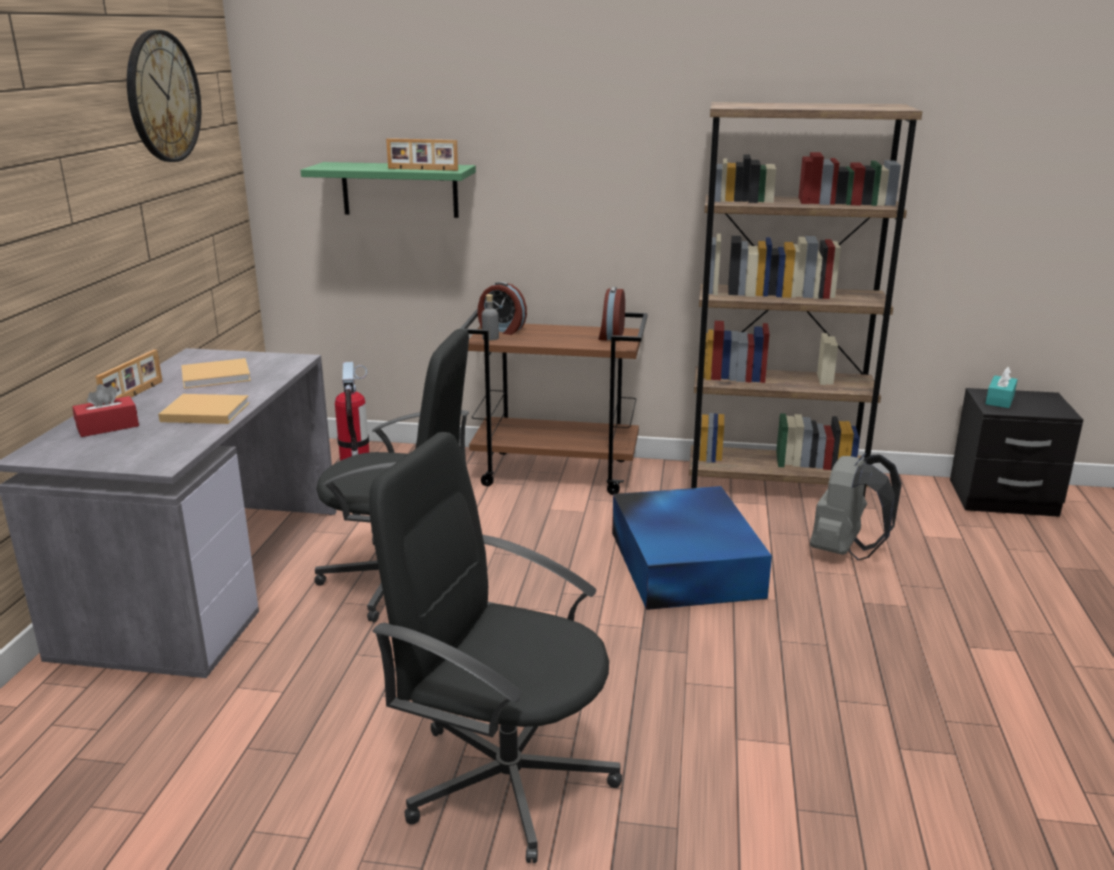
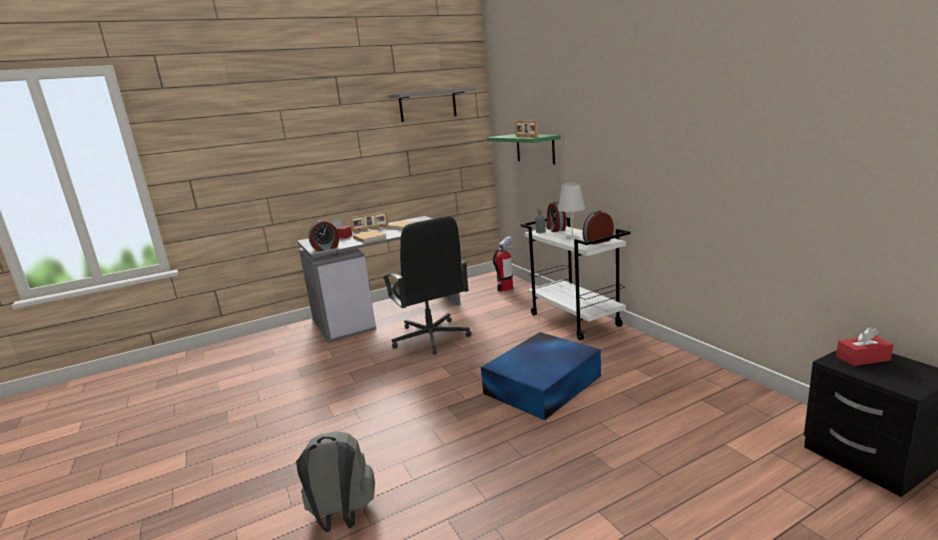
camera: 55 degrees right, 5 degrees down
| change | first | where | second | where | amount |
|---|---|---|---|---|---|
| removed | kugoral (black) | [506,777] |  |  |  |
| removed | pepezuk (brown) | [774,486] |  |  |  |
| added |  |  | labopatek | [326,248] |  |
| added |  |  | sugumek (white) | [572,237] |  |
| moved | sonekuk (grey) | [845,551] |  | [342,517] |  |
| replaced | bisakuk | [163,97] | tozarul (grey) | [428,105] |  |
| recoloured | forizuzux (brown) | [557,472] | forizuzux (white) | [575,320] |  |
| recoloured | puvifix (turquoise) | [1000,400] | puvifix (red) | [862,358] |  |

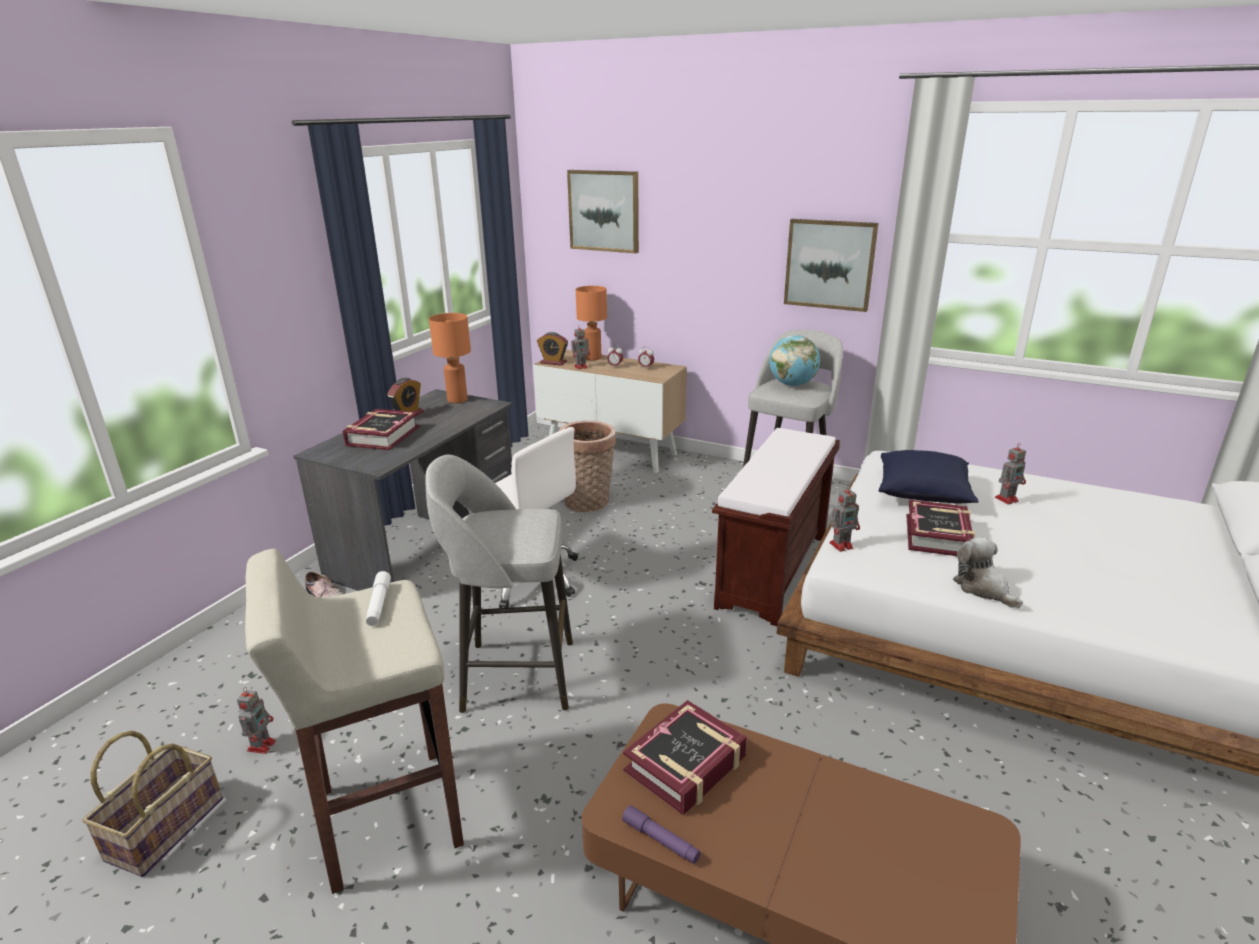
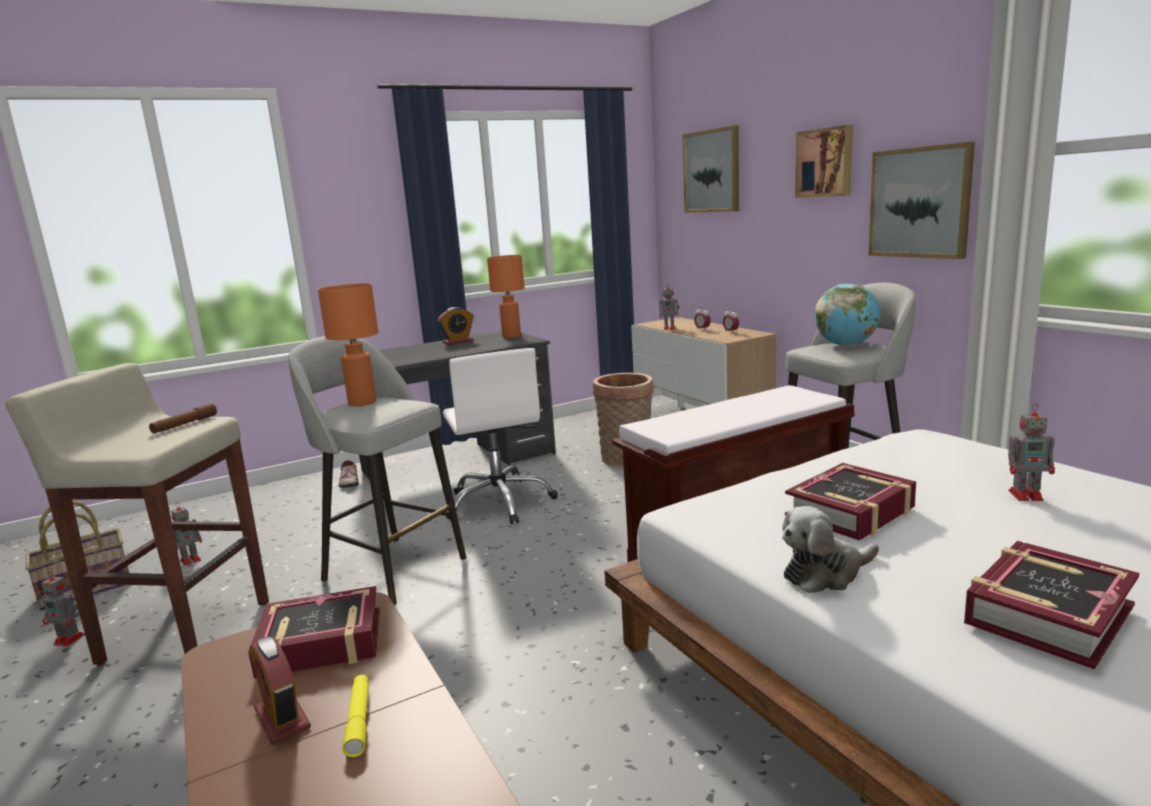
camera: 35 degrees right, 10 degrees down
| change | first | where | second | where | amount |
|---|---|---|---|---|---|
| removed | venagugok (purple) | [660,840] |  |  |  |
| removed | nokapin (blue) | [923,494] |  |  |  |
| added |  |  | venagugok (yellow) | [359,720] |  |
| added |  |  | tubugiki | [825,162] |  |
| moved | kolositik | [382,436] |  | [1047,614] |  |
| moved | labopatek | [553,362] |  | [282,719] |  |
| moved | sugumek (orange) | [592,358] |  | [362,402] |  |
| moved | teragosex | [842,545] |  | [70,639] |  |
| recoloured | venagugok (white) | [379,604] | venagugok (brown) | [185,424] |  |
| turned | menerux | [983,588] |  | [825,573] | 120 degrees counterclockwise |

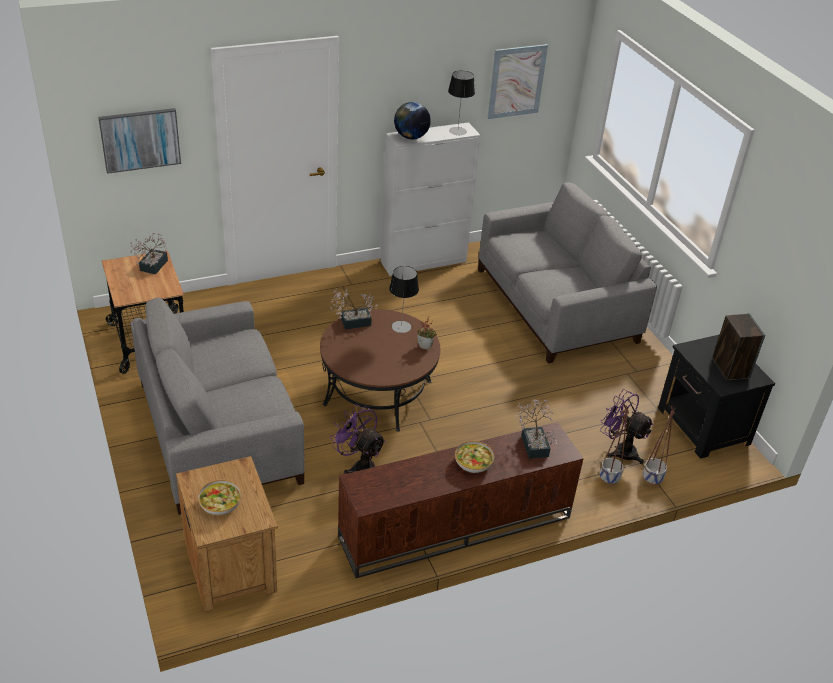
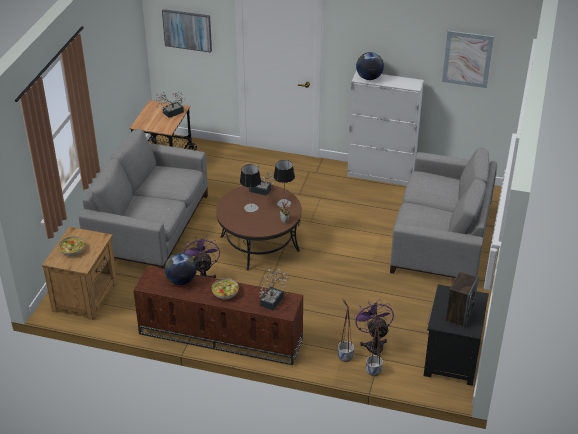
camera: 40 degrees right, 0 degrees up
| change | first | where | second | where | amount |
|---|---|---|---|---|---|
| added |  |  | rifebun | [181,280] |  |
| moved | sugumek | [457,131] |  | [251,208] |  |

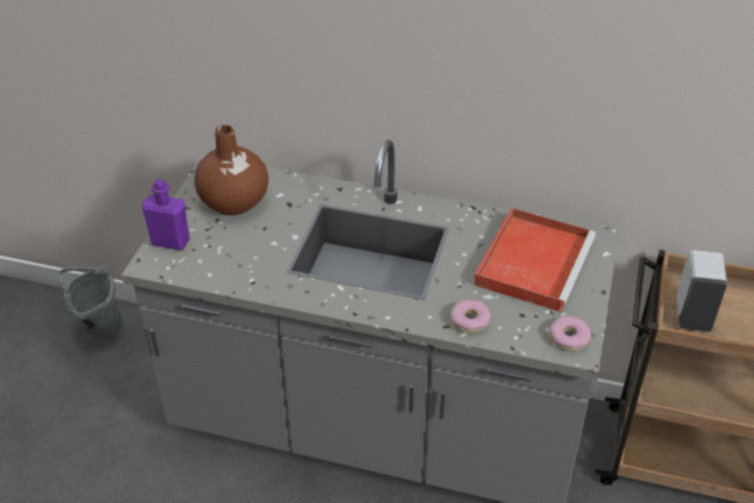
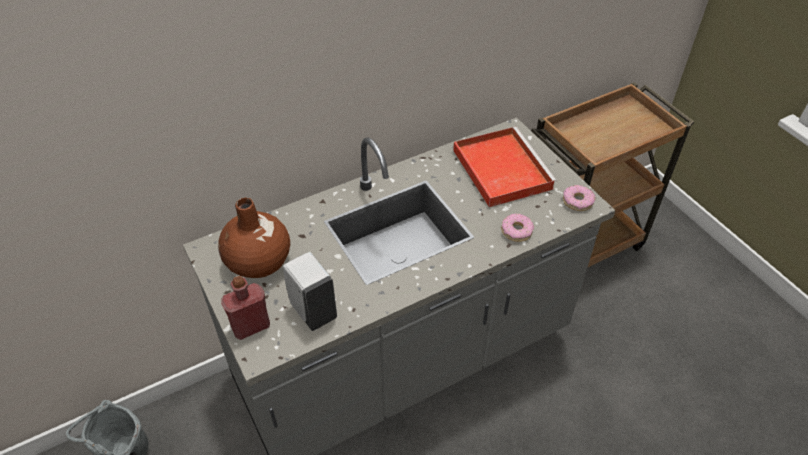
camera: 45 degrees left, 5 degrees up
| change | first | where | second | where | amount |
|---|---|---|---|---|---|
| moved | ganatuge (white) | [692,314] |  | [312,310] |  |
| recoloured | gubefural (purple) | [170,242] | gubefural (red) | [251,326] |  |

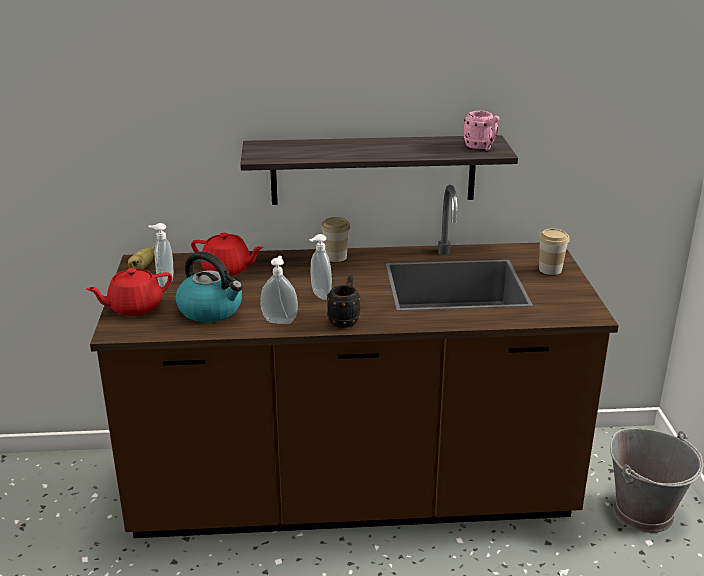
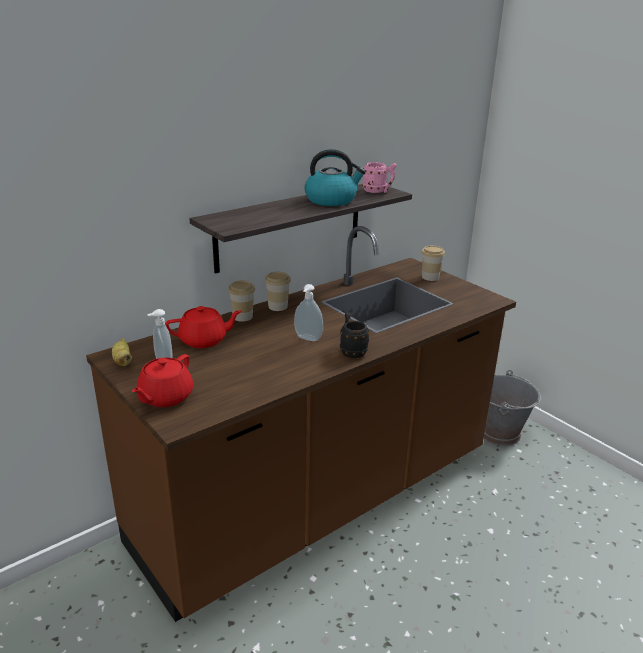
camera: 35 degrees left, 0 degrees up
| change | first | where | second | where | amount |
|---|---|---|---|---|---|
| removed | ganatuge | [280,320] |  |  |  |
| added |  |  | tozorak | [242,317] |  |
| moved | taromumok | [211,310] |  | [331,200] |  |

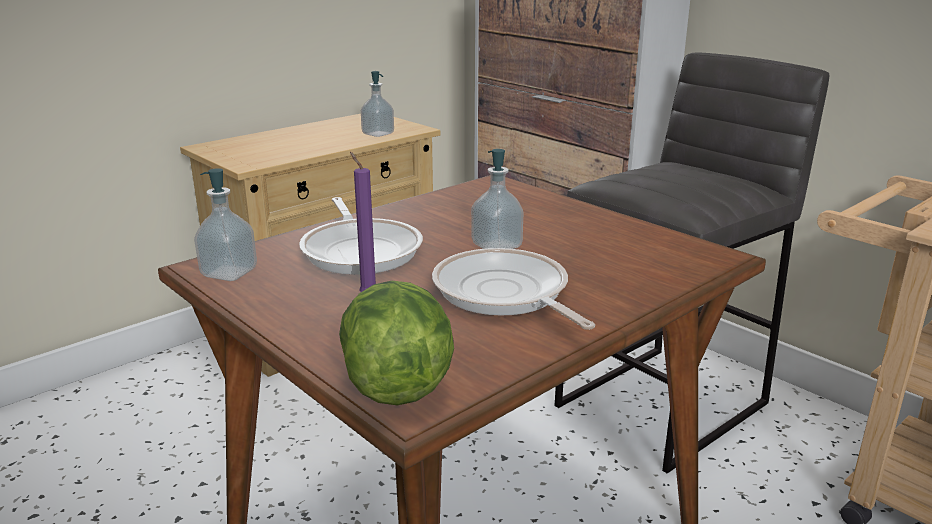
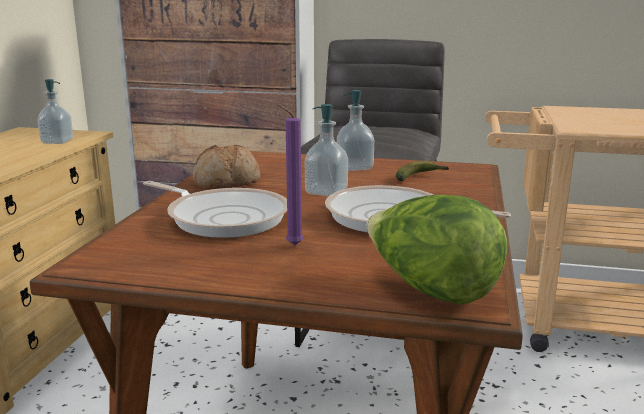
camera: 35 degrees left, 5 degrees down
| change | first | where | second | where | amount |
|---|---|---|---|---|---|
| added |  |  | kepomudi | [226,182] |  |
| added |  |  | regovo | [420,177] |  |
| moved | ganatuge | [229,273] |  | [354,167] |  |

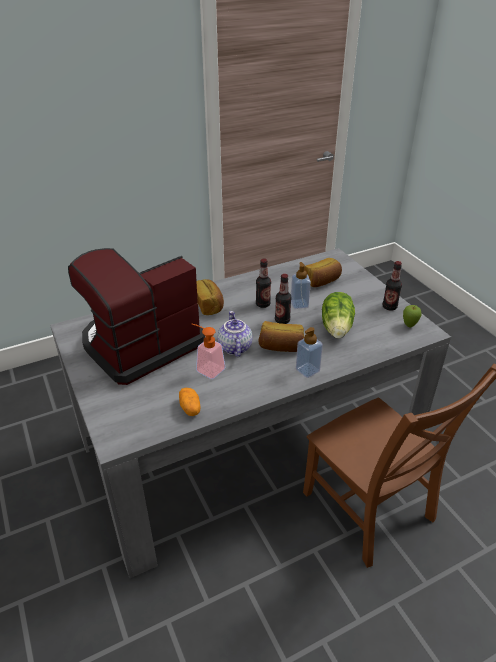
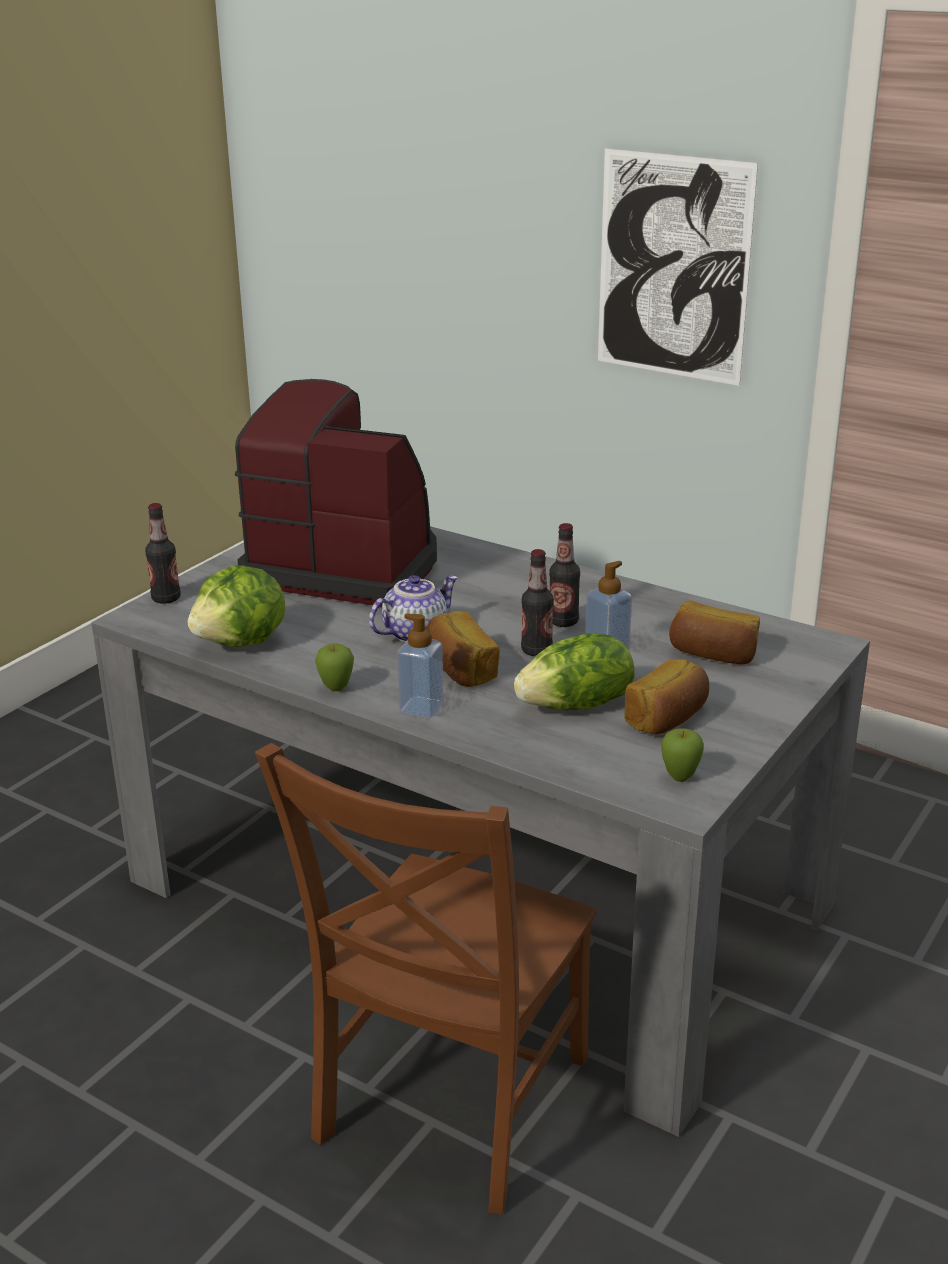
camera: 60 degrees right, 10 degrees down
| change | first | where | second | where | amount |
|---|---|---|---|---|---|
| removed | ganatuge | [207,368] |  |  |  |
| added |  |  | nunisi | [336,689] |  |
| added |  |  | tubugiki | [673,267] |  |
| moved | kepomudi | [209,305] |  | [668,718] |  |
| moved | gubefural | [389,307] |  | [166,598] |  |
| replaced | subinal | [190,408] | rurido | [242,643] |  |

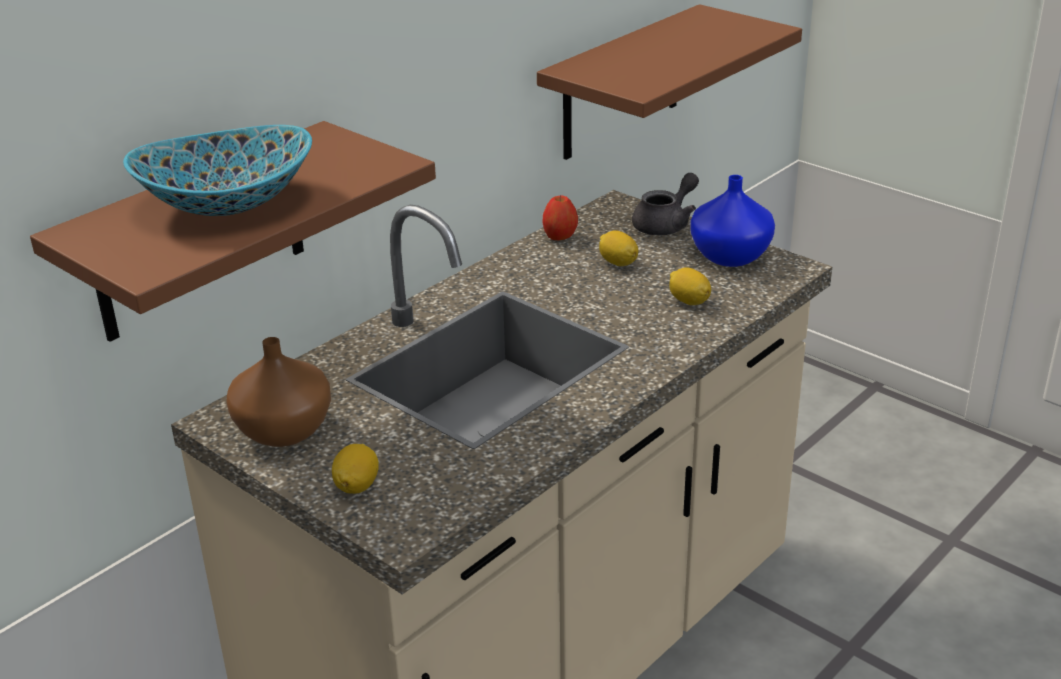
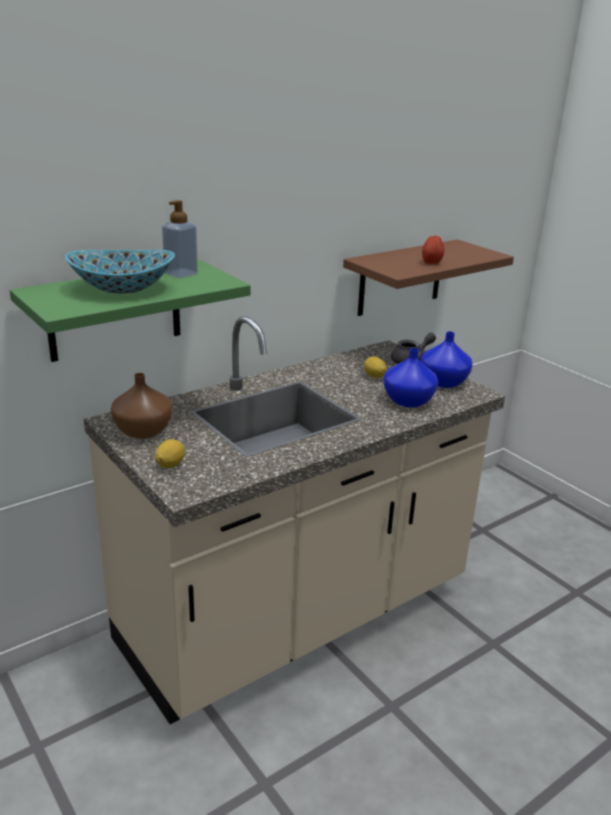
camera: 10 degrees right, 5 degrees down
| change | first | where | second | where | amount |
|---|---|---|---|---|---|
| added |  |  | ganatuge | [181,274] |  |
| moved | nunisi | [559,237] |  | [431,263] |  |
| replaced | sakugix | [689,301] | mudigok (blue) | [408,401] |  |
| recoloured | tozarul (brown) | [199,234] | tozarul (green) | [115,311] |  |

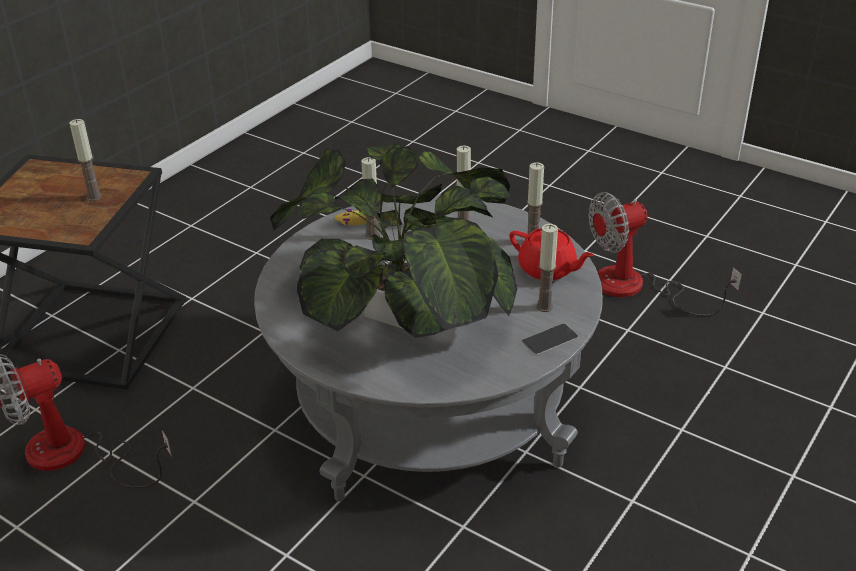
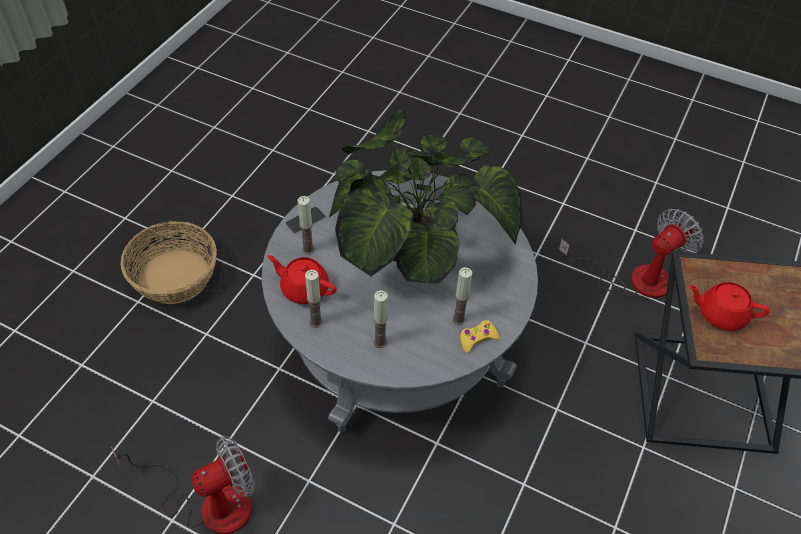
camera: 170 degrees right, 15 degrees up
| change | first | where | second | where | amount |
|---|---|---|---|---|---|
| added |  |  | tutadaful | [174,277] |  |
| replaced | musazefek | [94,197] | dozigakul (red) | [720,314] |  |

